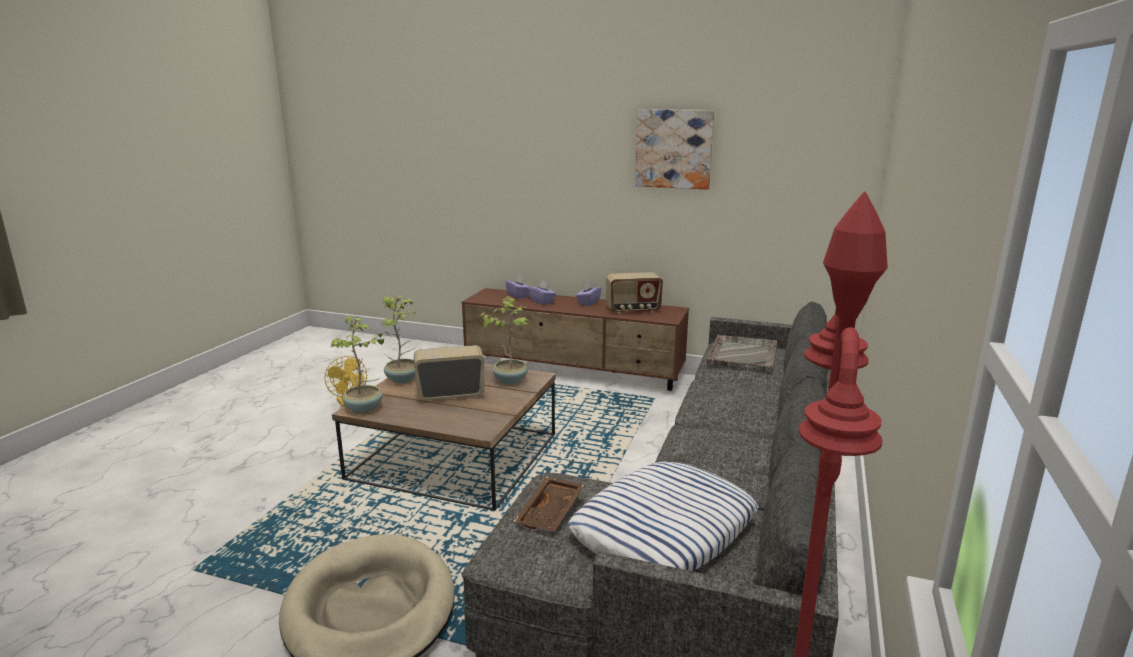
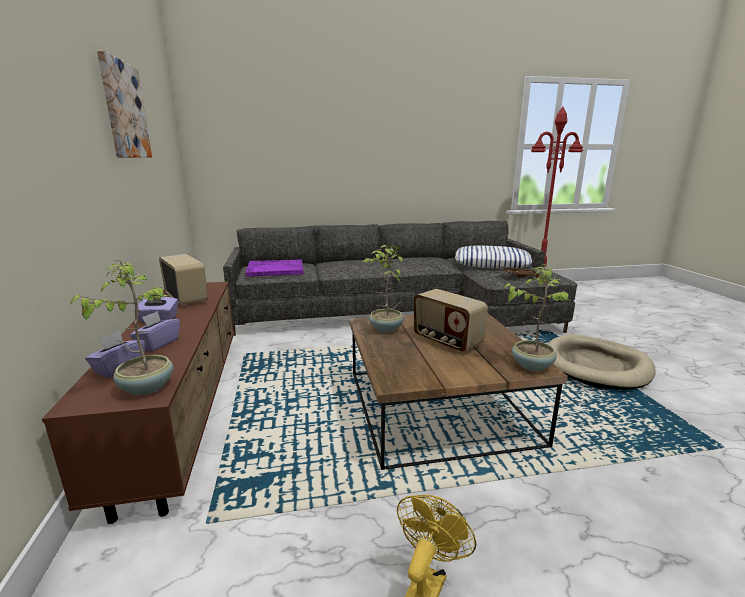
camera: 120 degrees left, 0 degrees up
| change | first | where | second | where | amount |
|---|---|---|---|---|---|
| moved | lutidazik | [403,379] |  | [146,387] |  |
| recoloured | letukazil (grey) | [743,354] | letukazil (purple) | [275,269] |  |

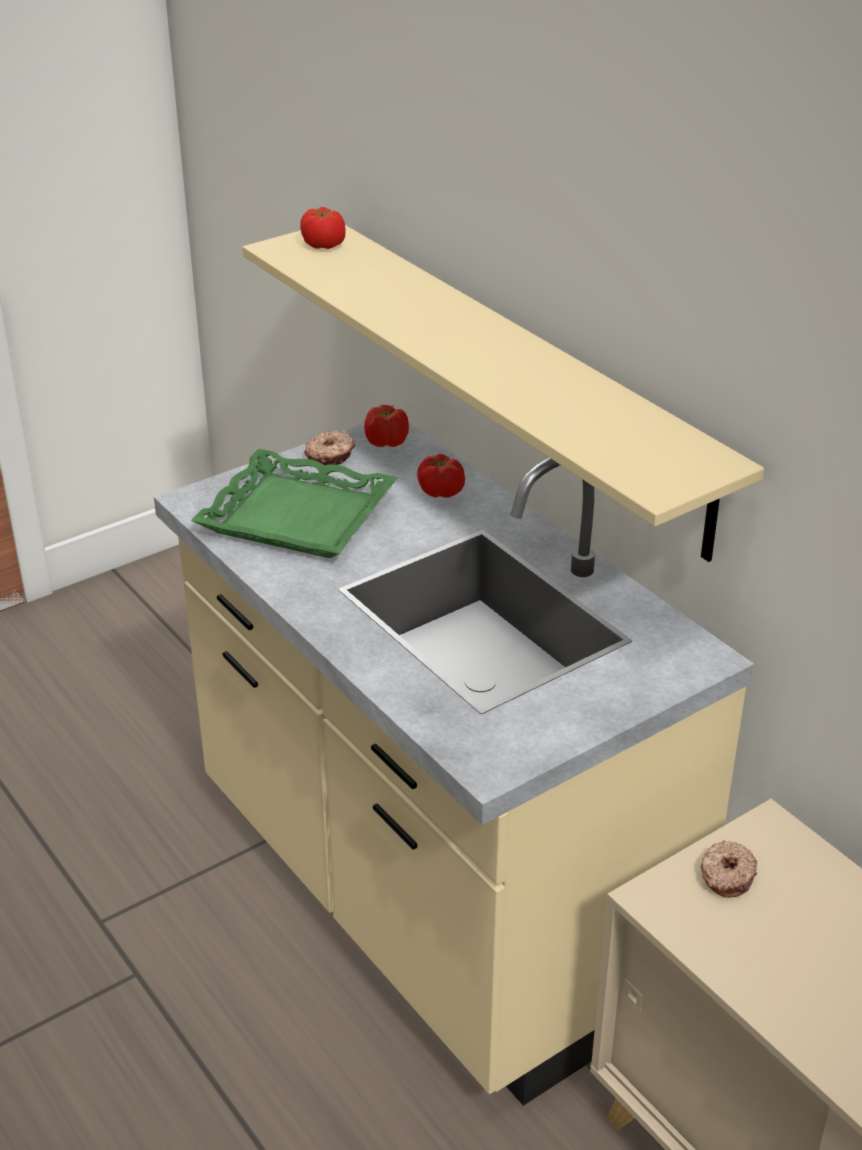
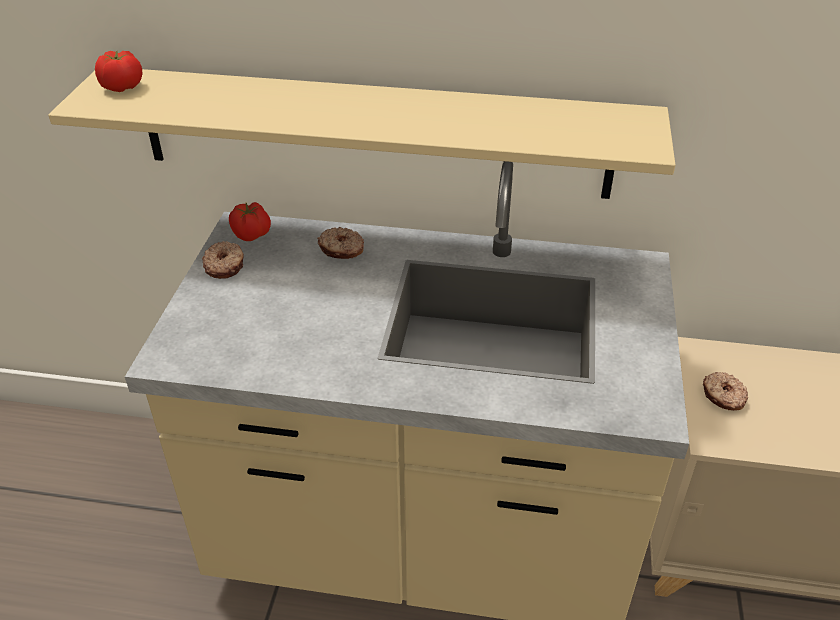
camera: 45 degrees left, 5 degrees up
| change | first | where | second | where | amount |
|---|---|---|---|---|---|
| removed | letukazil (green) | [296,517] |  |  |  |
| replaced | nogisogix | [441,492] | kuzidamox | [341,249] |  |

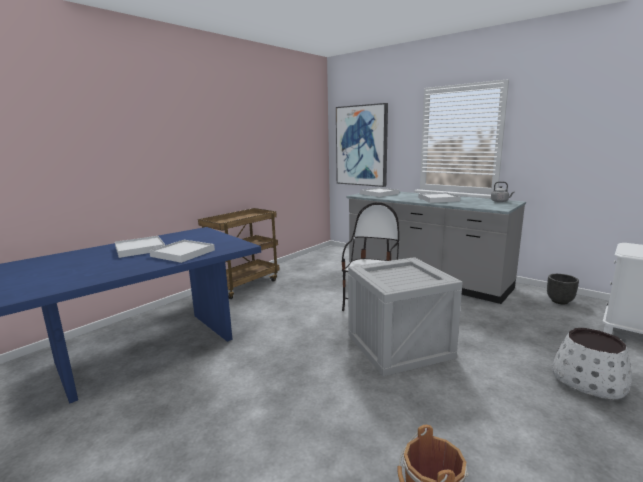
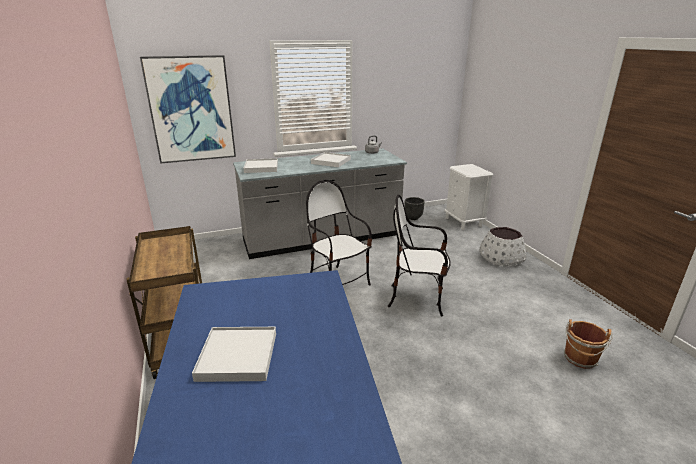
camera: 60 degrees left, 10 degrees up
| change | first | where | second | where | amount |
|---|---|---|---|---|---|
| removed | letukazil (white) | [183,253] |  |  |  |
| replaced | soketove | [399,345] | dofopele | [417,298] |  |

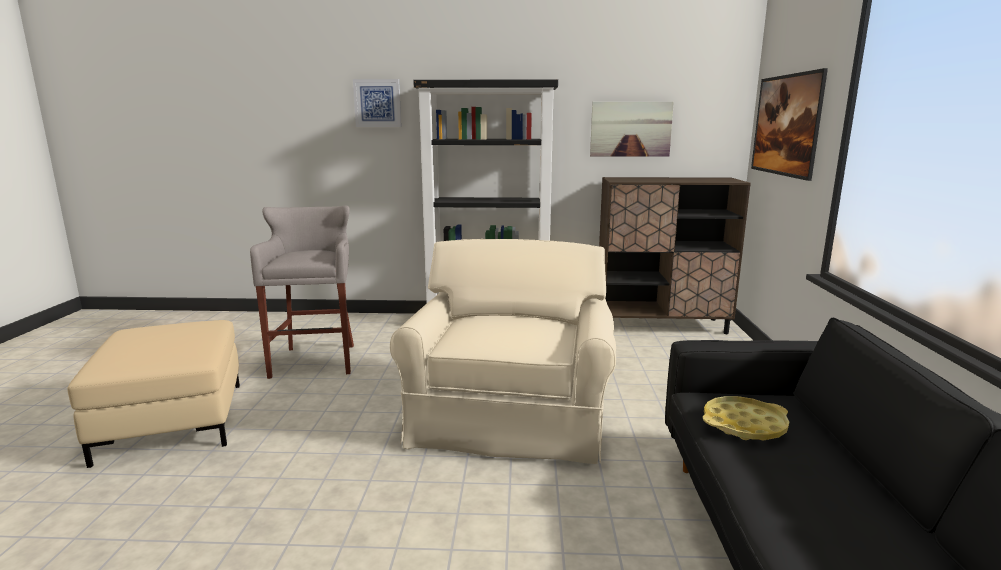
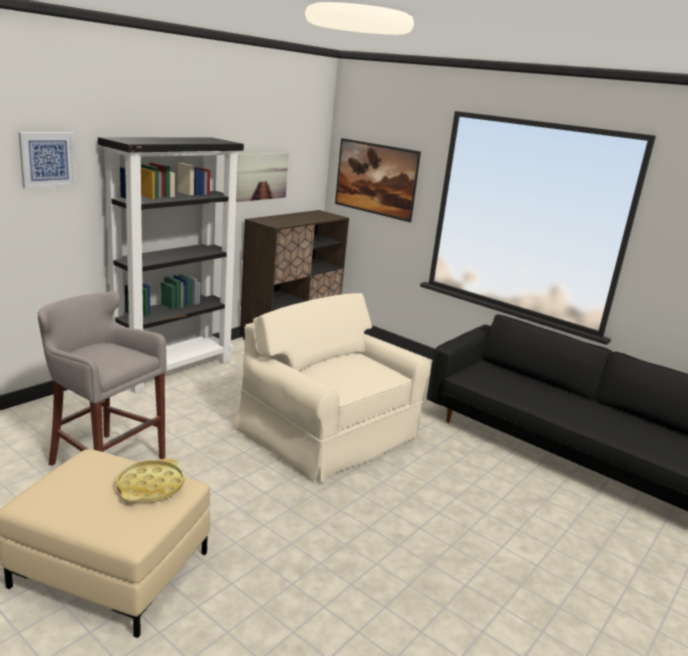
camera: 55 degrees left, 5 degrees up
| change | first | where | second | where | amount |
|---|---|---|---|---|---|
| moved | letukazil (yellow) | [744,425] |  | [151,486] |  |

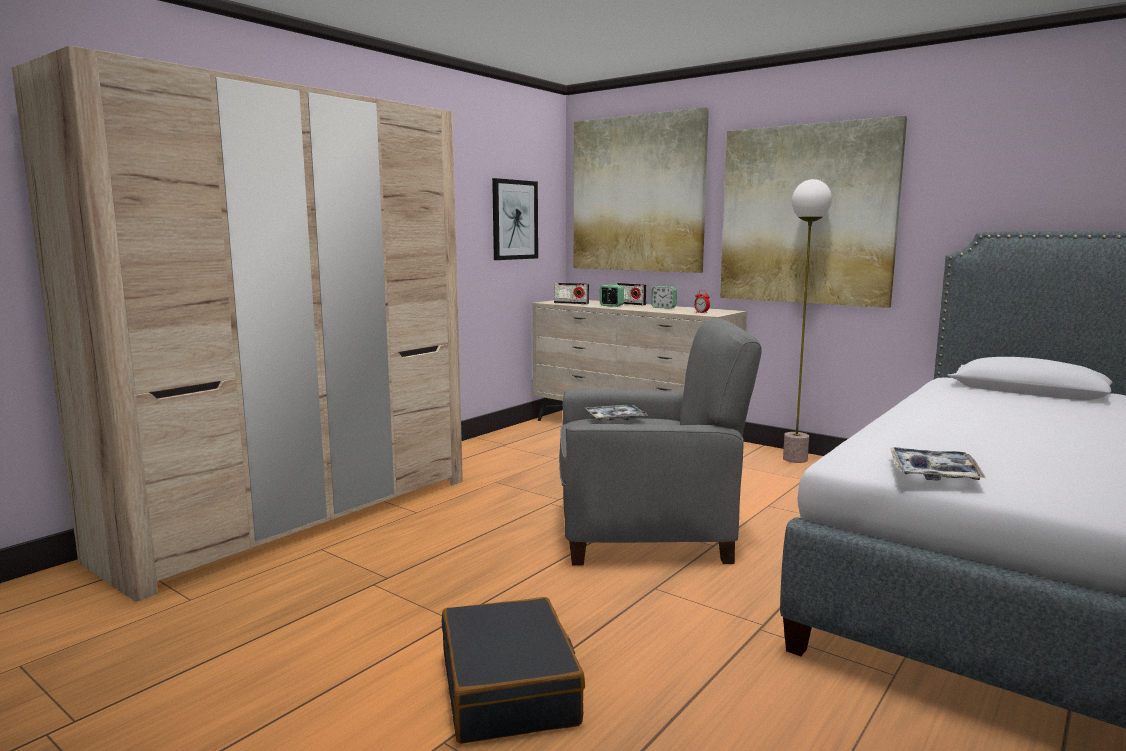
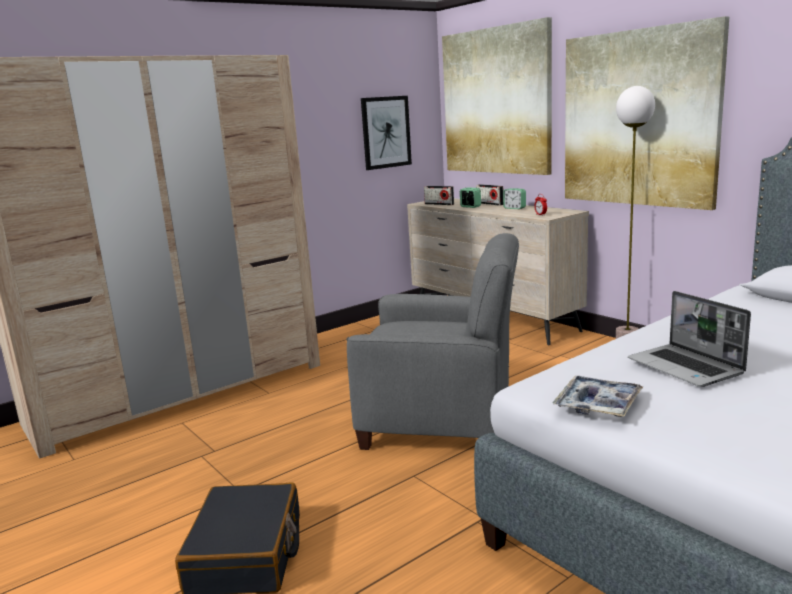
camera: 15 degrees right, 5 degrees up
| change | first | where | second | where | amount |
|---|---|---|---|---|---|
| removed | letukazil | [615,418] |  |  |  |
| added |  |  | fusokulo | [686,367] |  |

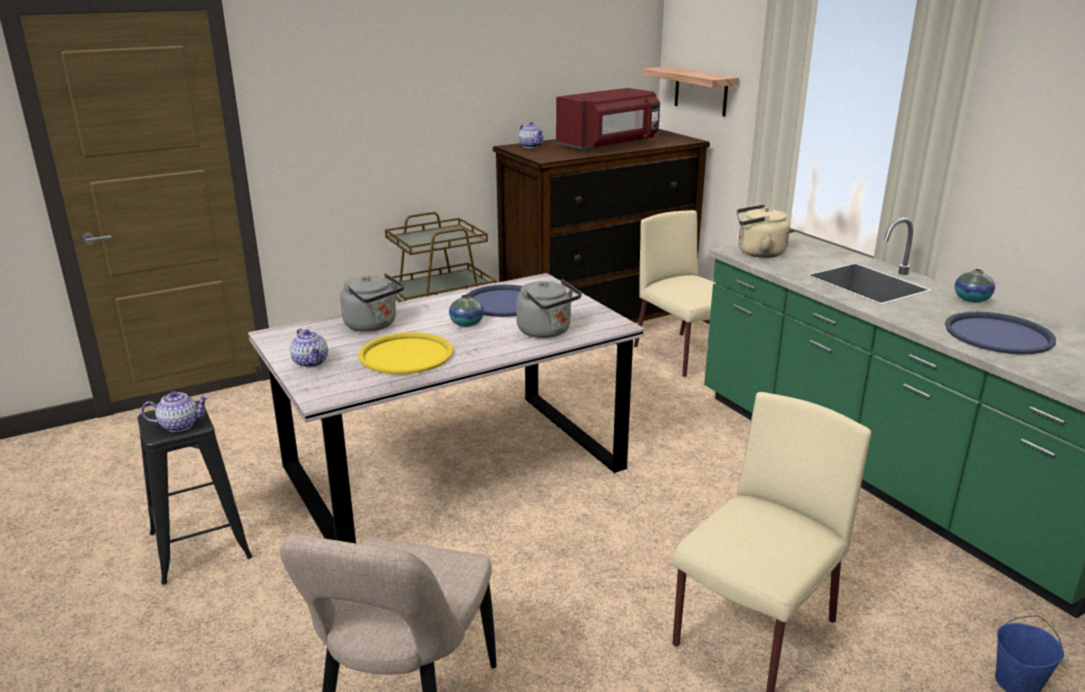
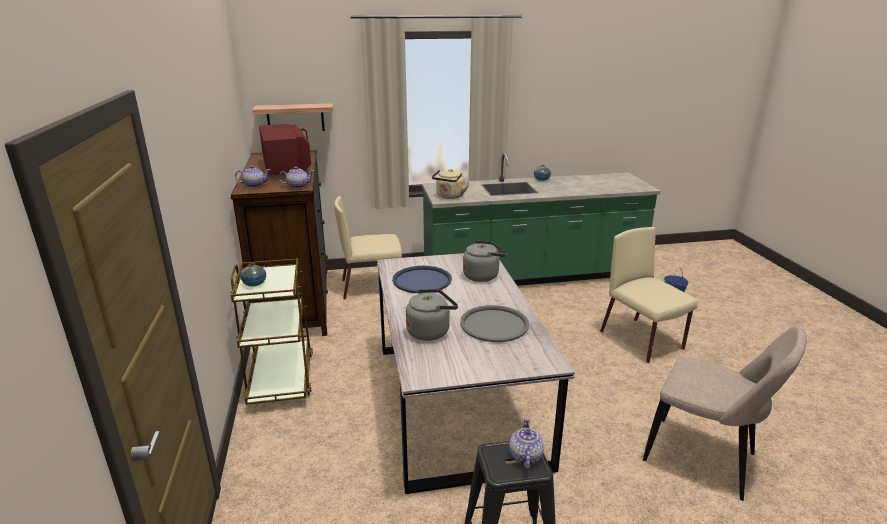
camera: 70 degrees left, 0 degrees up
| change | first | where | second | where | amount |
|---|---|---|---|---|---|
| removed | letukazil (blue) | [998,335] |  |  |  |
| moved | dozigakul | [310,362] |  | [297,186] |  |
| moved | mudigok | [466,324] |  | [254,283] |  |
| recoloured | letukazil (yellow) | [406,355] | letukazil (grey) | [494,324] |  |

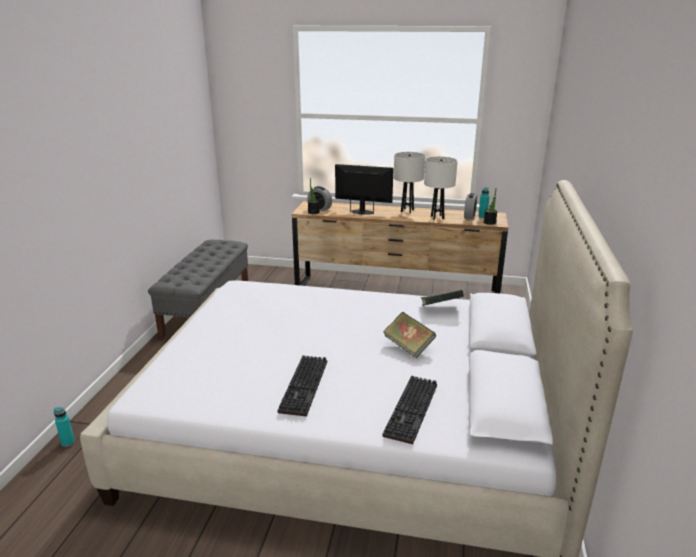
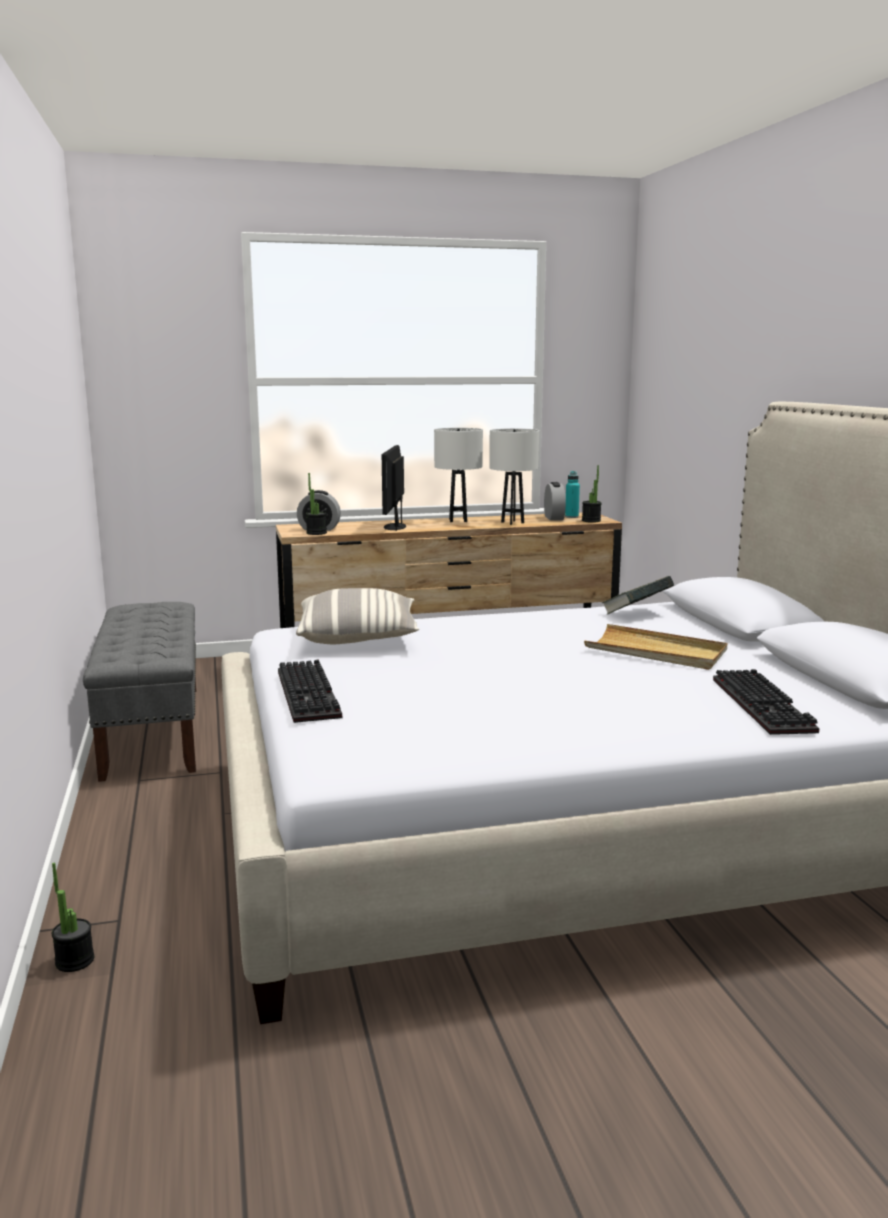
camera: 25 degrees left, 10 degrees down
| change | first | where | second | where | amount |
|---|---|---|---|---|---|
| added |  |  | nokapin | [358,638] |  |
| moved | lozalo | [305,387] |  | [311,695] |  |
| replaced | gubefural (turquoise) | [68,442] | lutidazik | [75,961] |  |
| replaced | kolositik | [408,347] | letukazil (beige) | [656,652] |  |
| turned | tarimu | [363,212] |  | [394,526] | 75 degrees counterclockwise |

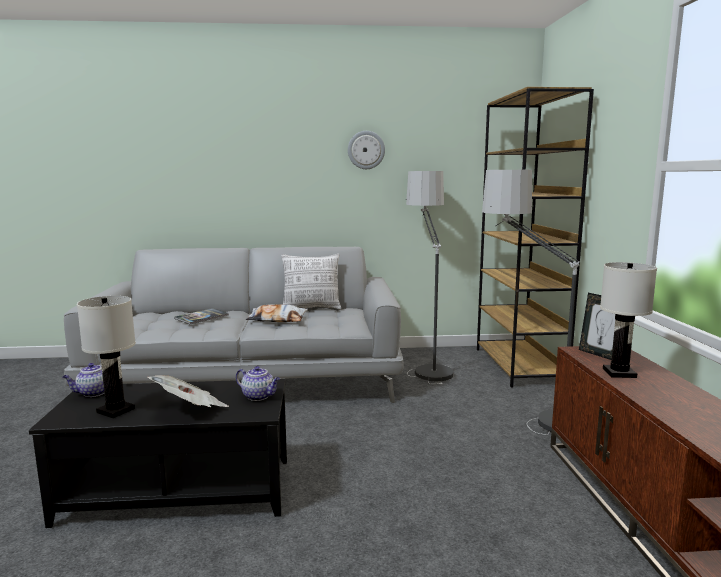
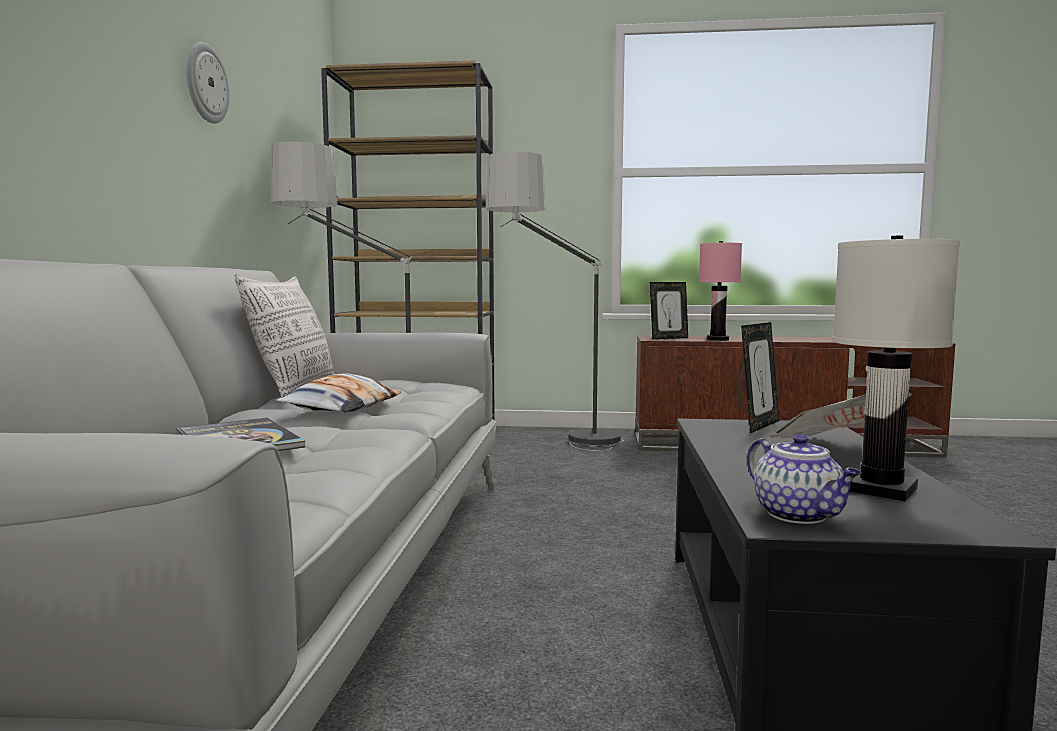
camera: 80 degrees left, 5 degrees down
| change | first | where | second | where | amount |
|---|---|---|---|---|---|
| replaced | dozigakul | [259,396] | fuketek | [759,426] |  |
| recoloured | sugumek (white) | [619,373] | sugumek (pink) | [718,339] |  |

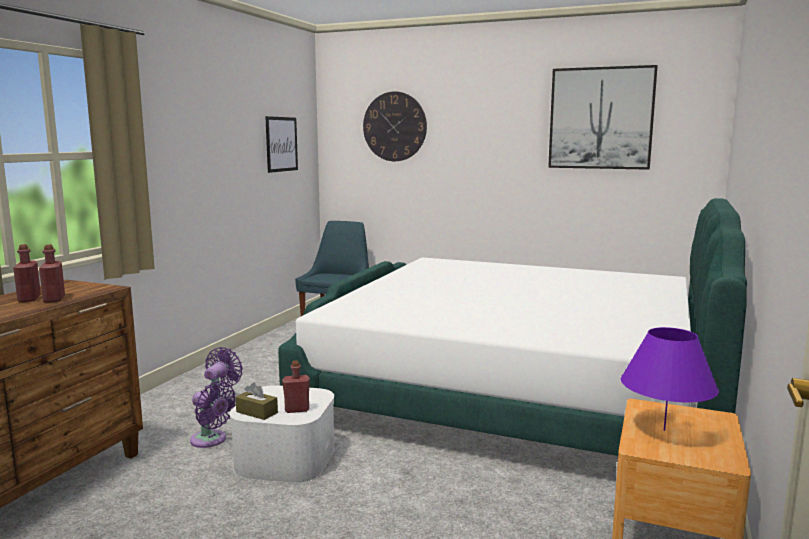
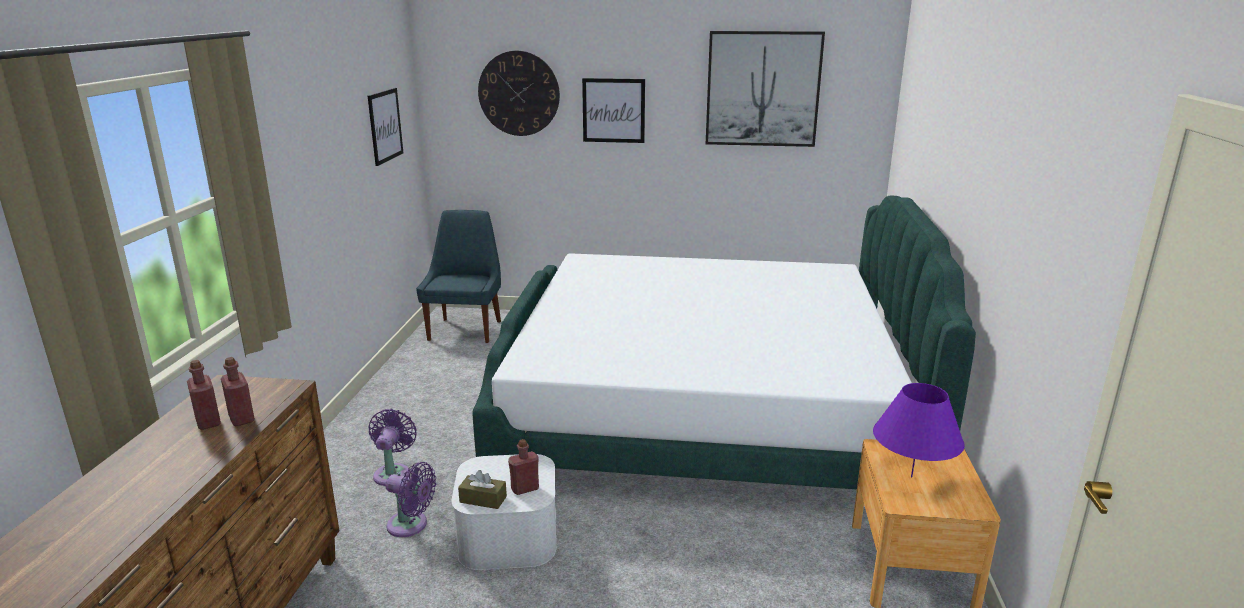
camera: 15 degrees left, 10 degrees up
| change | first | where | second | where | amount |
|---|---|---|---|---|---|
| added |  |  | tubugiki | [613,110] |  |

